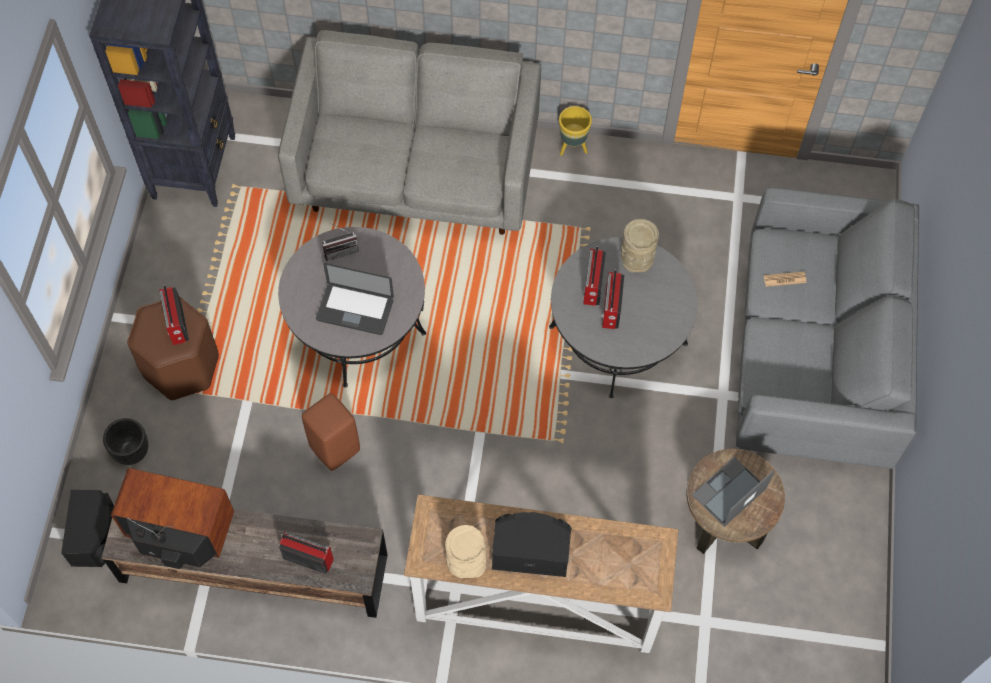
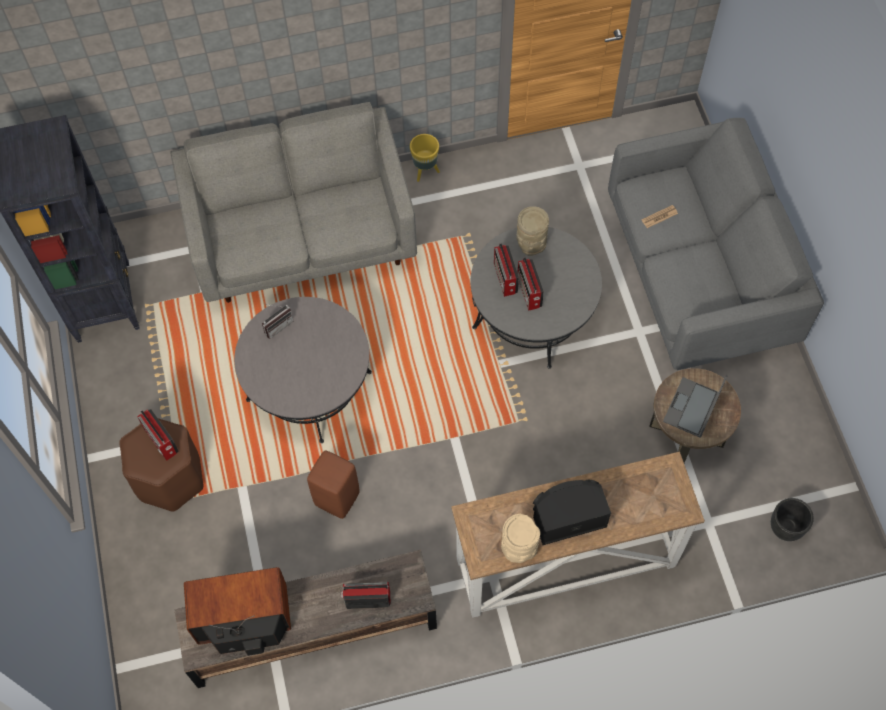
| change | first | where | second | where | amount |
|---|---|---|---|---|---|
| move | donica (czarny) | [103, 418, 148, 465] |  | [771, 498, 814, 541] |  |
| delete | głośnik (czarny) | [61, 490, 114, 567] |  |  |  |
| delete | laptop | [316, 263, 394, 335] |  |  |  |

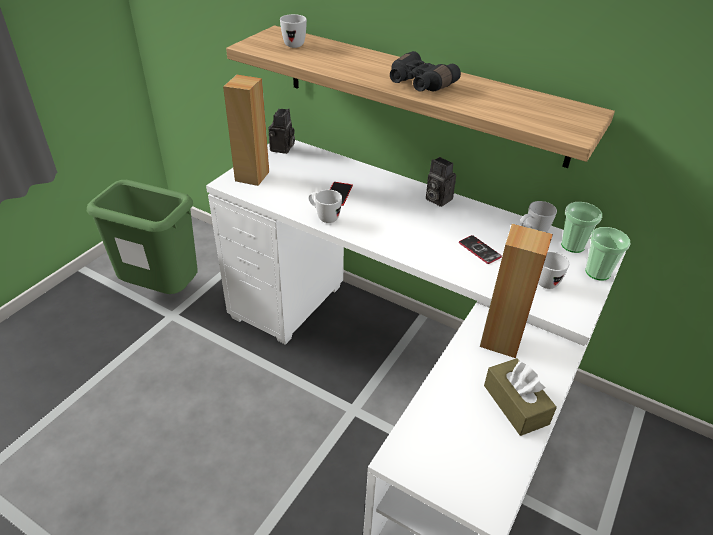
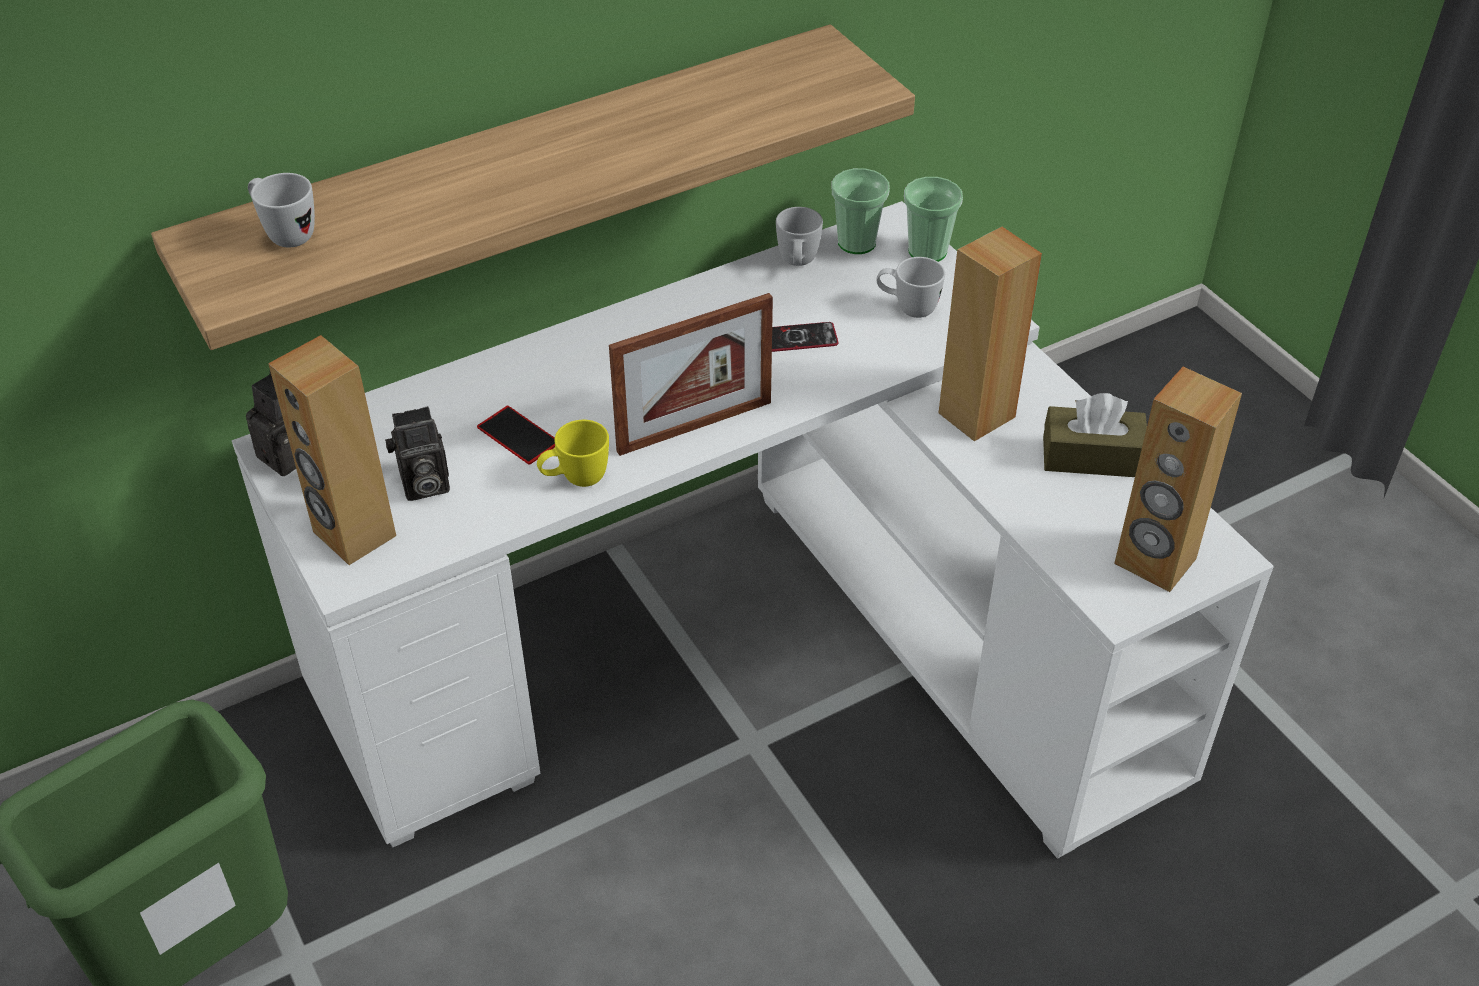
| change | first | where | second | where | amount |
|---|---|---|---|---|---|
| move | aparat fotograficzny | [426, 157, 456, 207] |  | [385, 406, 450, 501] |  |
| recolor | kubek (biały) | [309, 190, 342, 223] | kubek (żółty) | [537, 420, 609, 487] |  |
| insert |  |  | ramka na zdjęcie | [609, 293, 773, 456] |  |
| insert |  |  | głośnik (brązowy) | [1114, 367, 1242, 592] |  |
| delete | lornetka (czarny) | [390, 51, 461, 91] |  |  |  |

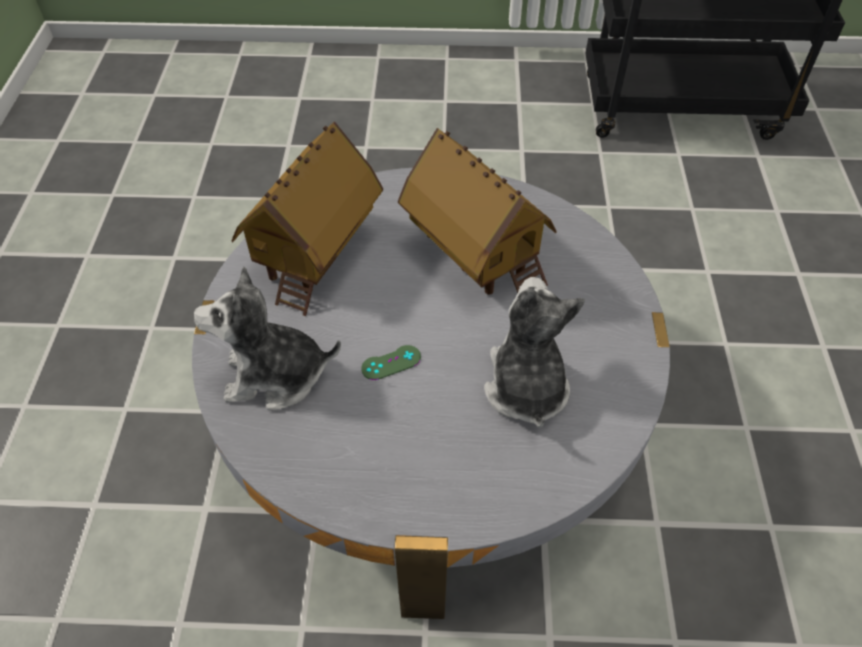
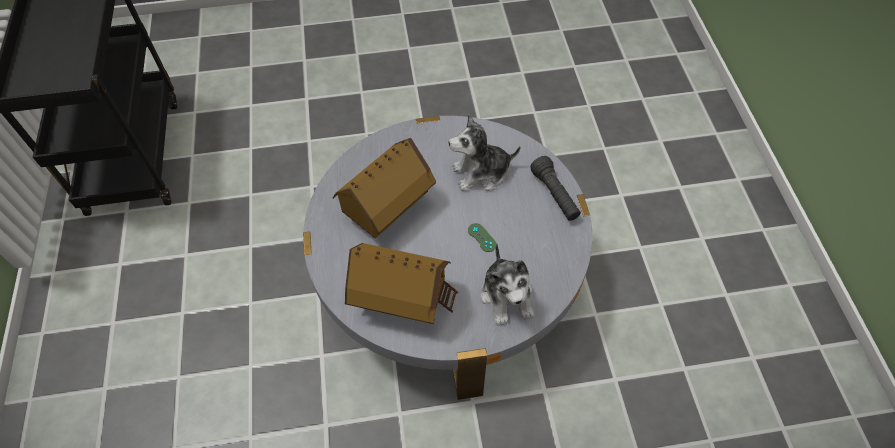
| change | first | where | second | where | amount |
|---|---|---|---|---|---|
| insert |  |  | latarka (czarny) | [530, 156, 581, 221] |  |

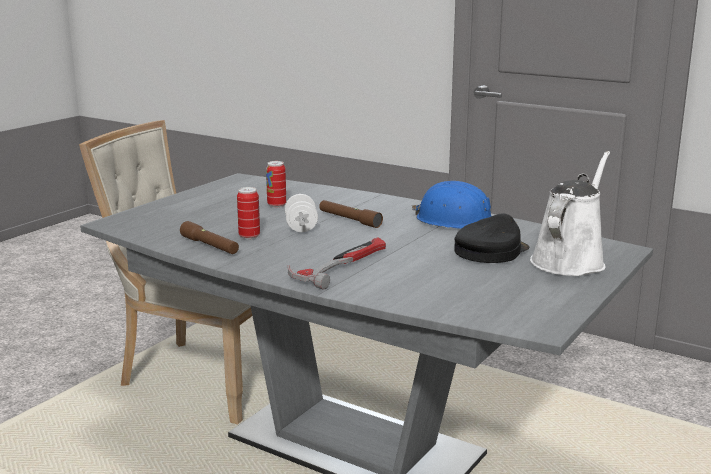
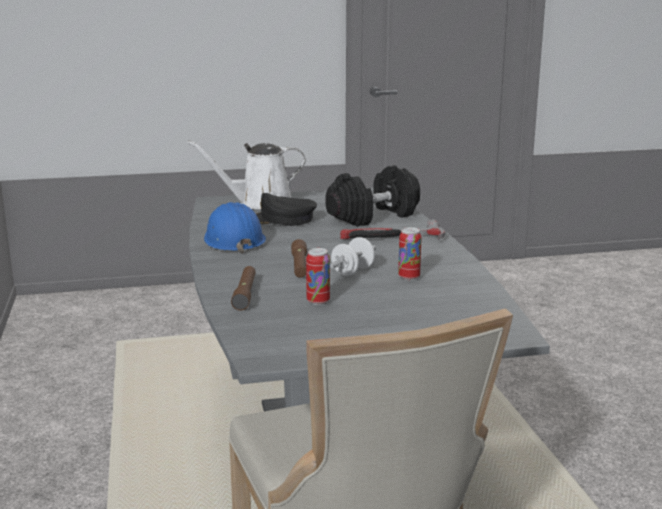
| change | first | where | second | where | amount |
|---|---|---|---|---|---|
| move | latarka (brązowy) | [180, 221, 239, 254] |  | [231, 266, 256, 310] |  |
| insert |  |  | hantel (czarny) | [325, 165, 420, 227] |  |

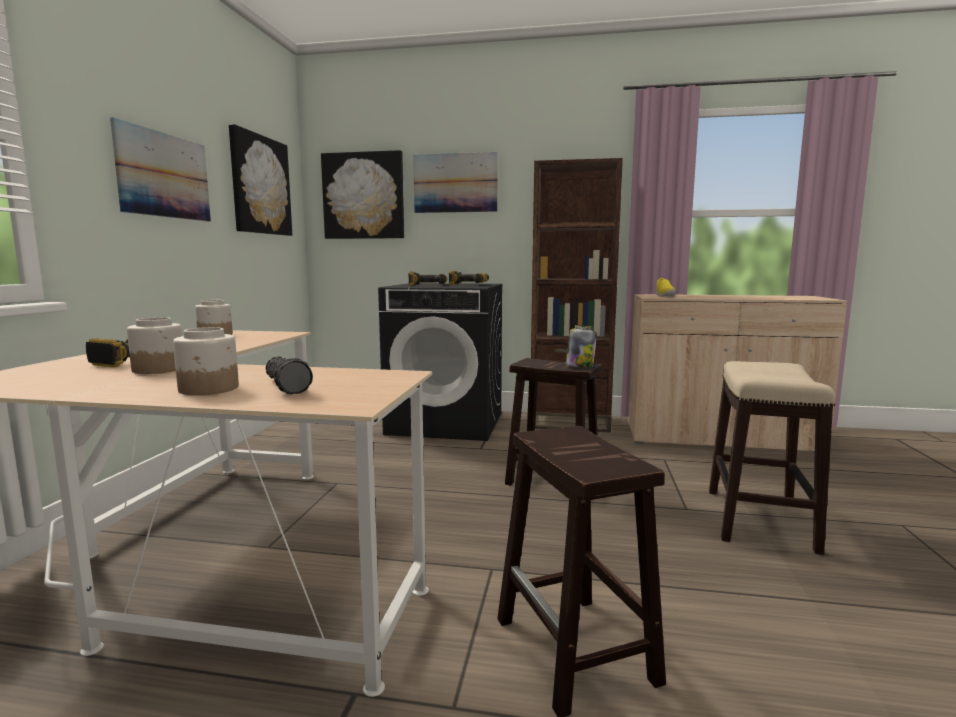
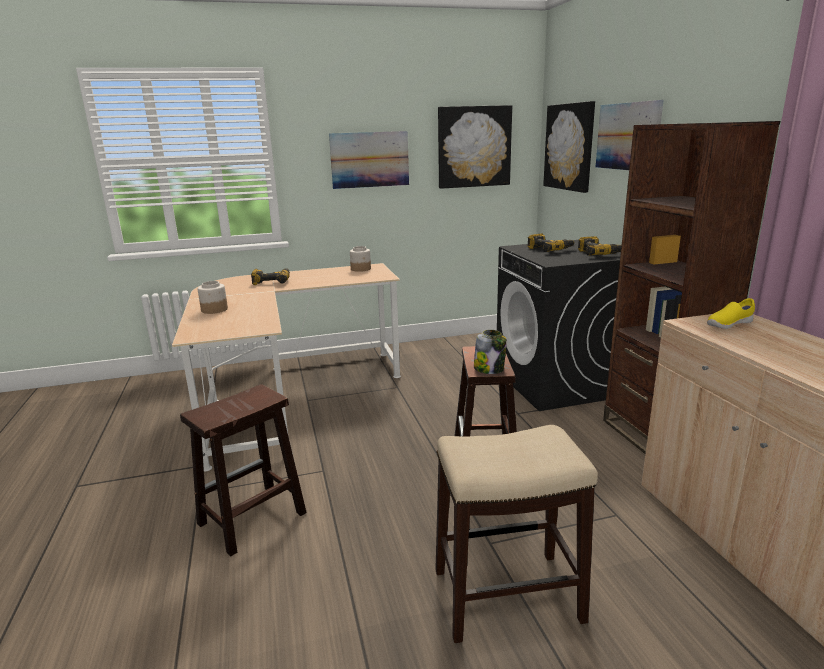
| change | first | where | second | where | amount |
|---|---|---|---|---|---|
| delete | słoik | [127, 317, 182, 374] |  |  |  |
| delete | latarka | [266, 357, 313, 394] |  |  |  |

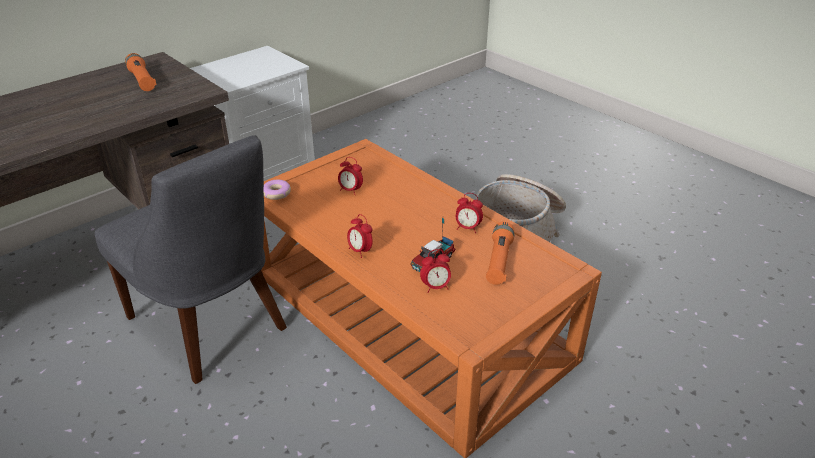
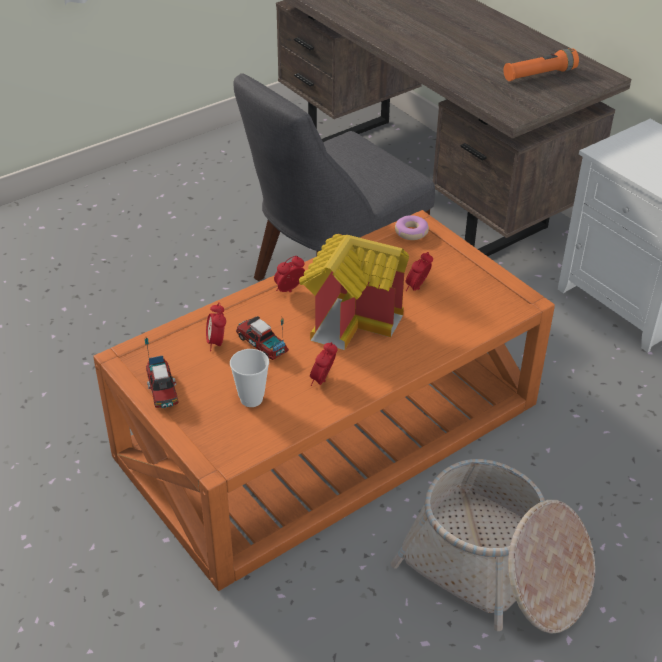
| change | first | where | second | where | amount |
|---|---|---|---|---|---|
| insert |  |  | ciężarówka zabawkowa | [145, 338, 178, 408] |  |
| replace | latarka (pomarańczowy) | [486, 222, 514, 285] | filiżanka | [230, 349, 269, 407] |  |
| insert |  |  | domek | [299, 234, 409, 350] |  |

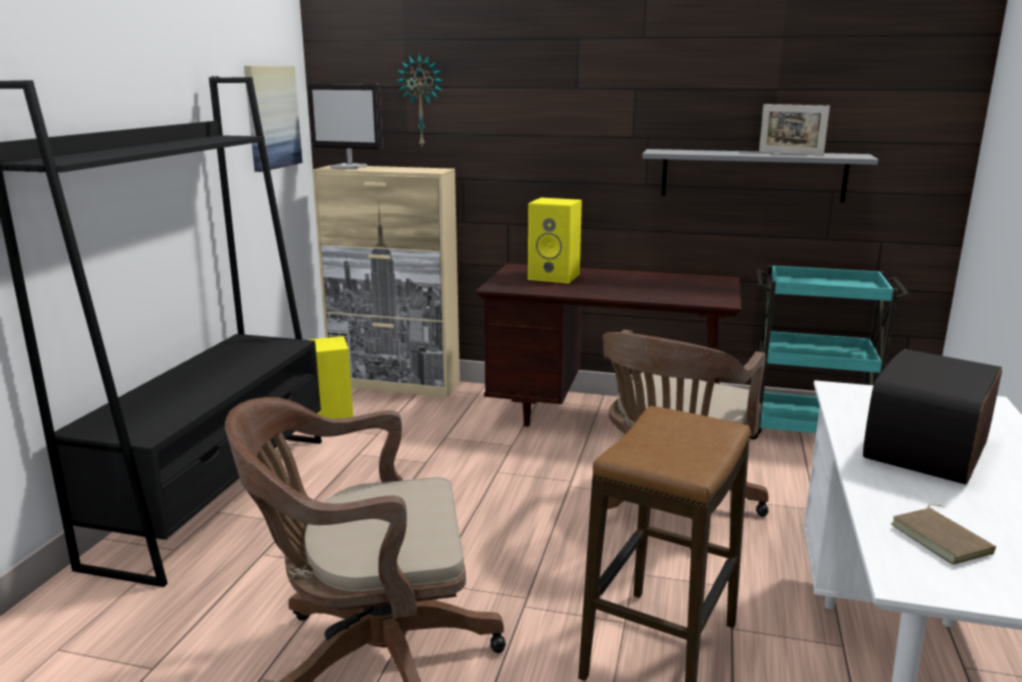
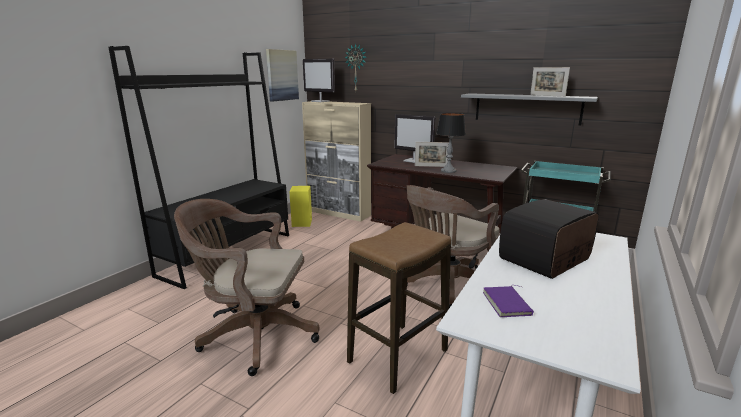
| change | first | where | second | where | amount |
|---|---|---|---|---|---|
| replace | głośnik (żółty) | [528, 198, 582, 283] | monitor | [394, 114, 436, 163] |  |
| insert |  |  | ramka na zdjęcie | [415, 142, 449, 167] |  |
| insert |  |  | lampa stołowa | [436, 113, 466, 173] |  |
| recolor | książka (brązowy) | [891, 504, 996, 565] | książka (fioletowy) | [483, 285, 534, 317] |  |

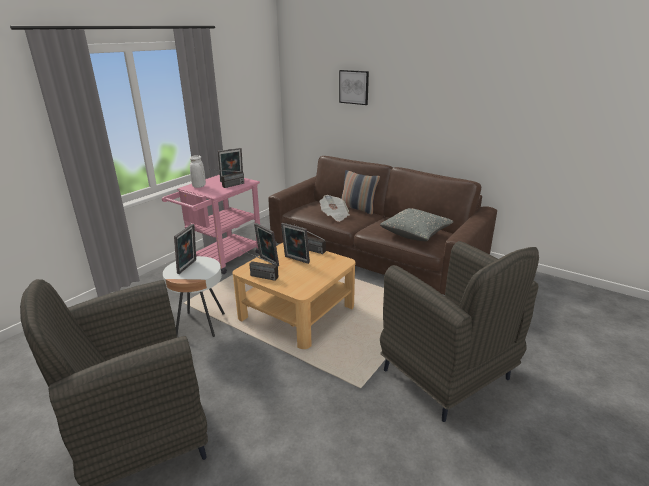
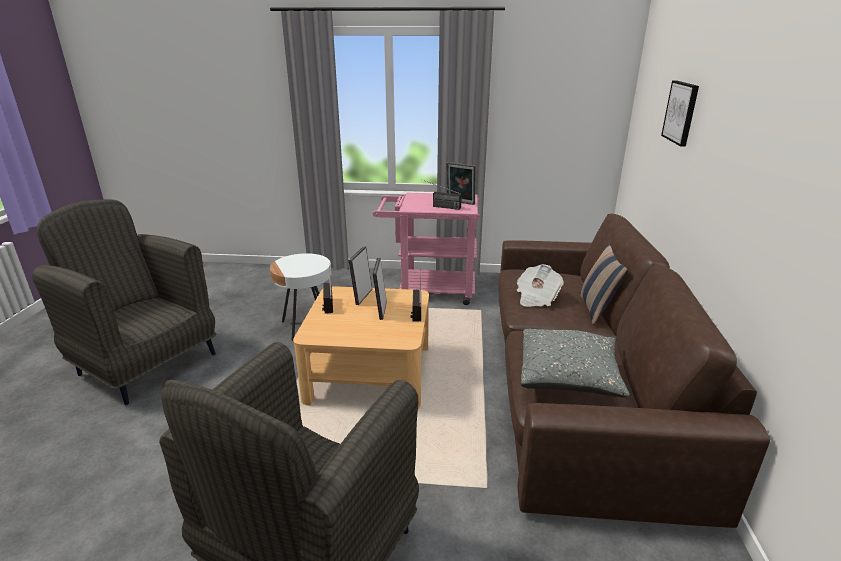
| change | first | where | second | where | amount |
|---|---|---|---|---|---|
| delete | ramka na zdjęcie | [174, 224, 196, 274] |  |  |  |
| delete | wazon (biały) | [190, 155, 206, 188] |  |  |  |

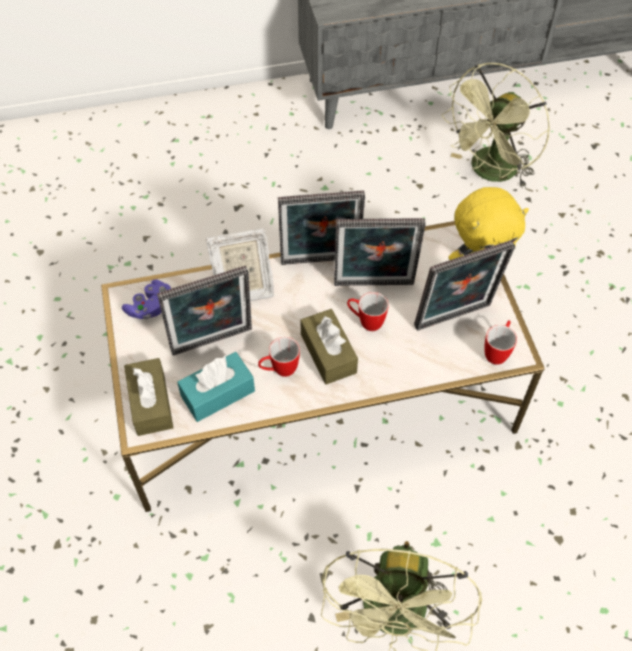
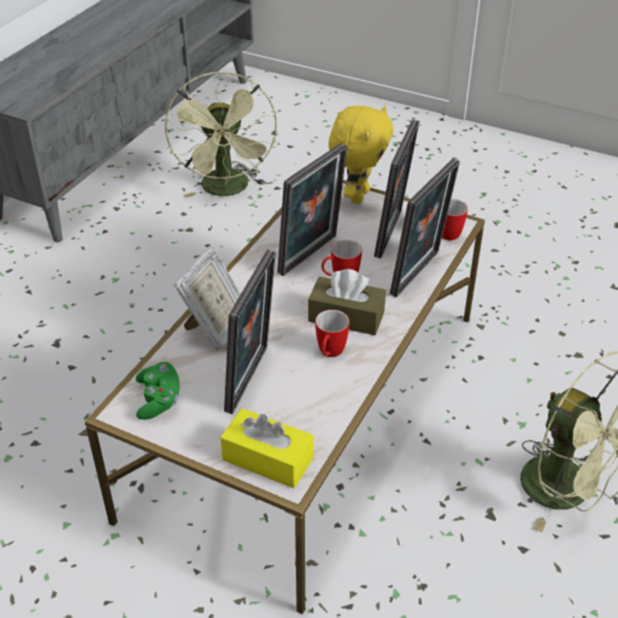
| change | first | where | second | where | amount |
|---|---|---|---|---|---|
| recolor | pad do gier (fioletowy) | [122, 279, 171, 319] | pad do gier (zielony) | [136, 362, 180, 420] |  |
| recolor | pudełko chusteczek (brązowy) | [124, 358, 173, 436] | pudełko chusteczek (żółty) | [220, 408, 314, 488] |  |
| move | ramka na zdjęcie | [278, 191, 365, 265] |  | [390, 159, 460, 297] |  |
| delete | pudełko chusteczek (turkusowy) | [177, 352, 255, 422] |  |  |  |

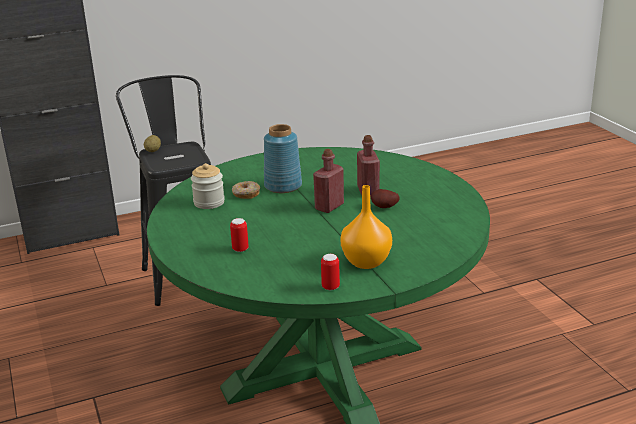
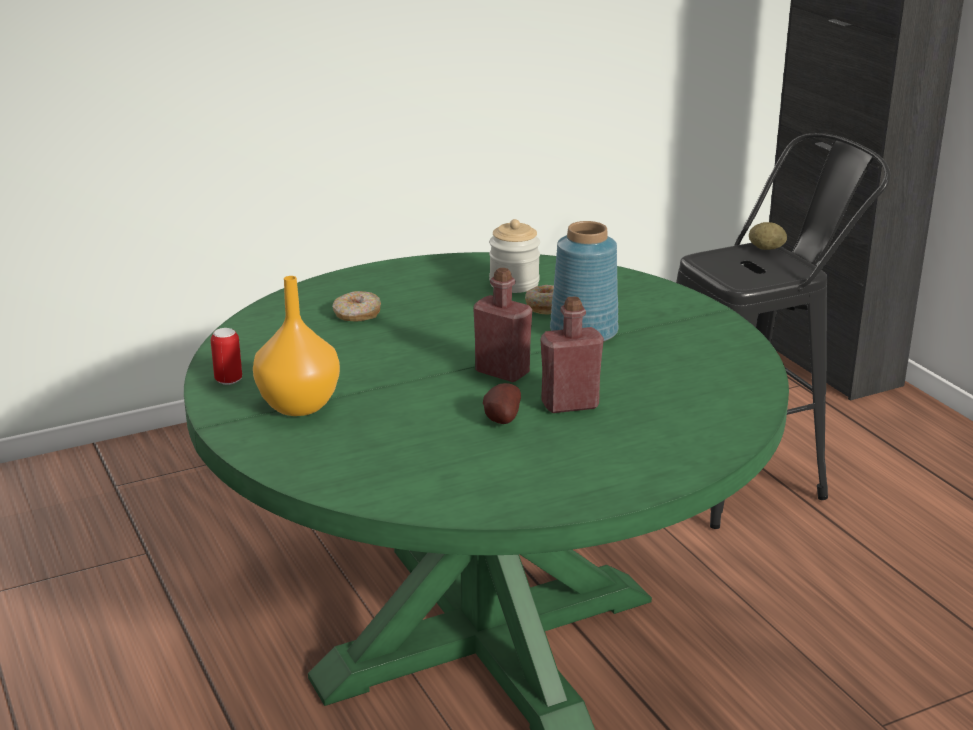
| change | first | where | second | where | amount |
|---|---|---|---|---|---|
| replace | puszka | [230, 218, 249, 252] | donut | [332, 291, 381, 322] |  |

